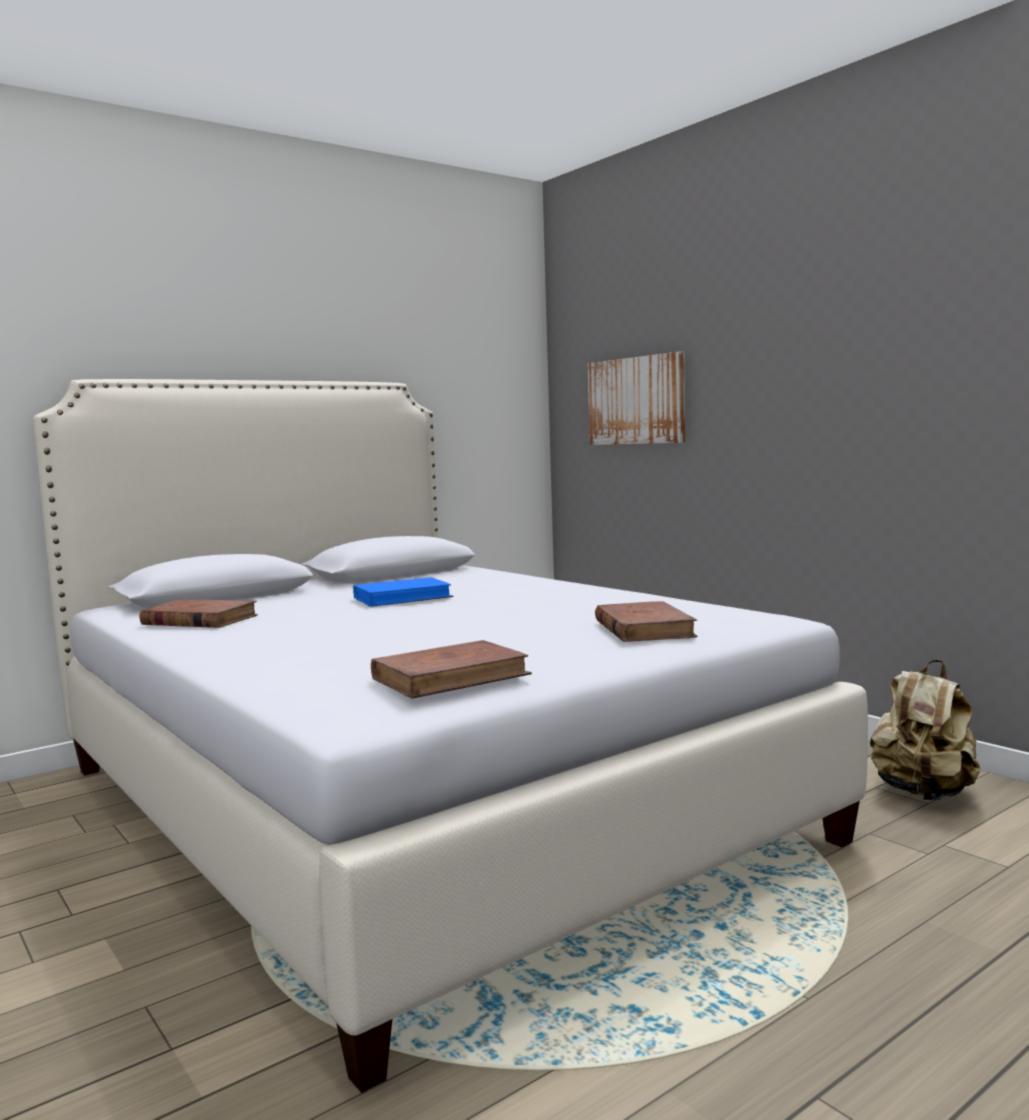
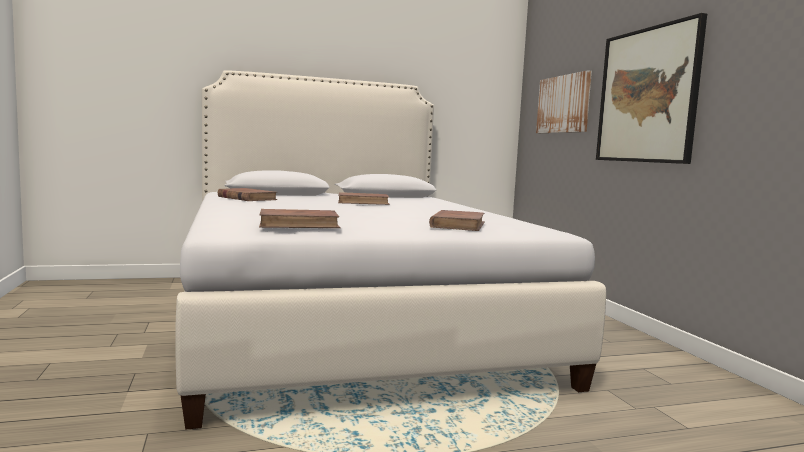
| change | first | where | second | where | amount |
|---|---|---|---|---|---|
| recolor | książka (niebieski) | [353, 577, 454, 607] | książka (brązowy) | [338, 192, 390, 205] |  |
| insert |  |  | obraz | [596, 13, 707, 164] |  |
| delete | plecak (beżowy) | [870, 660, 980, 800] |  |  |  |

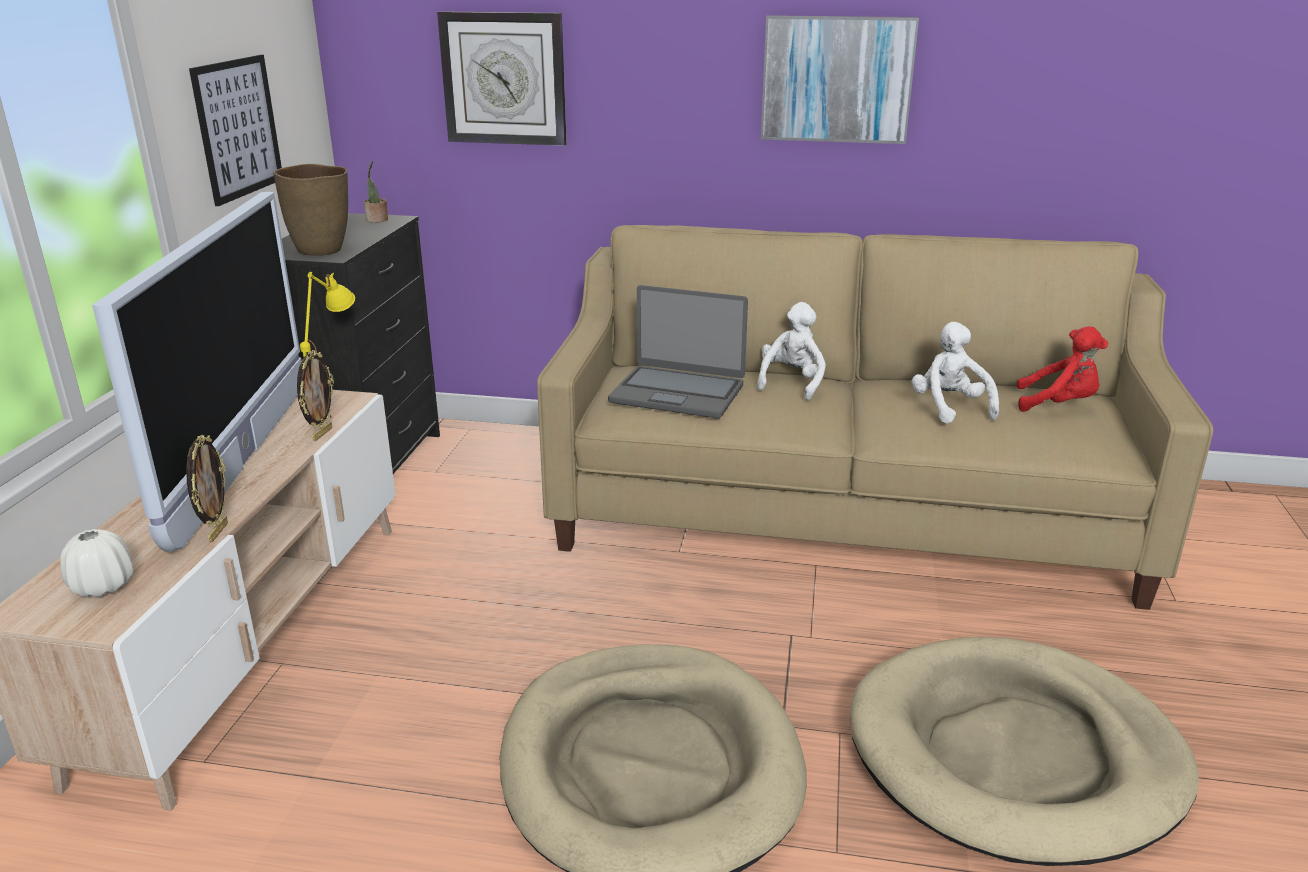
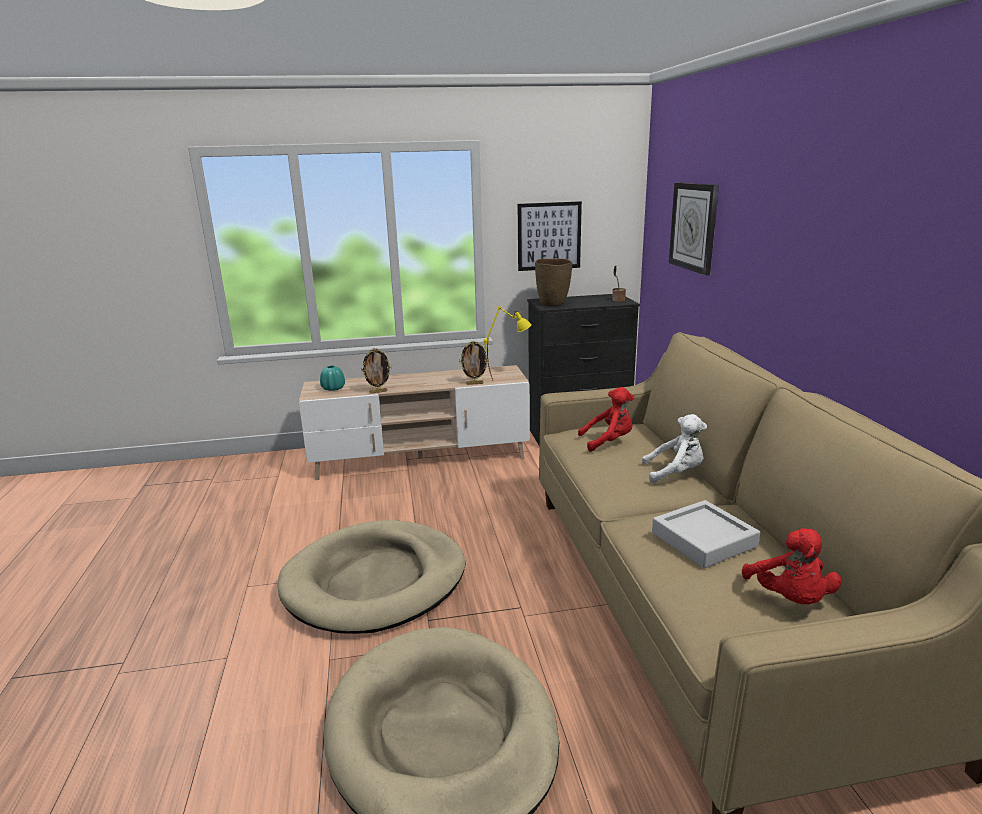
| change | first | where | second | where | amount |
|---|---|---|---|---|---|
| recolor | wazon (biały) | [60, 529, 133, 597] | wazon (turkusowy) | [320, 366, 345, 391] |  |
| replace | laptop | [608, 285, 748, 418] | pluszak (czerwony) | [578, 387, 634, 452] |  |
| replace | pluszak (biały) | [911, 322, 999, 424] | taca (szary) | [652, 500, 760, 568] |  |
| delete | telewizor | [92, 192, 302, 552] |  |  |  |
| delete | obraz | [761, 15, 919, 144] |  |  |  |

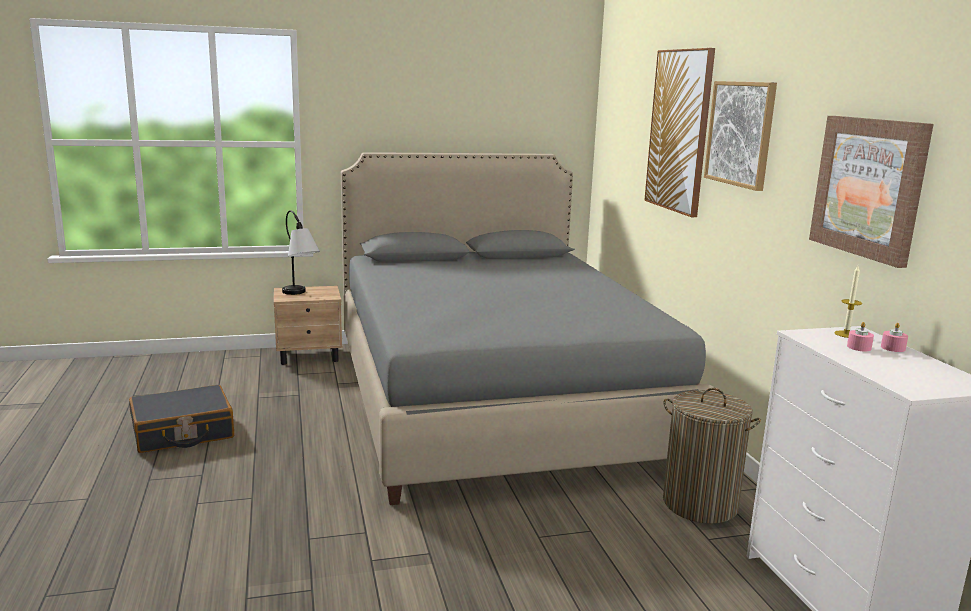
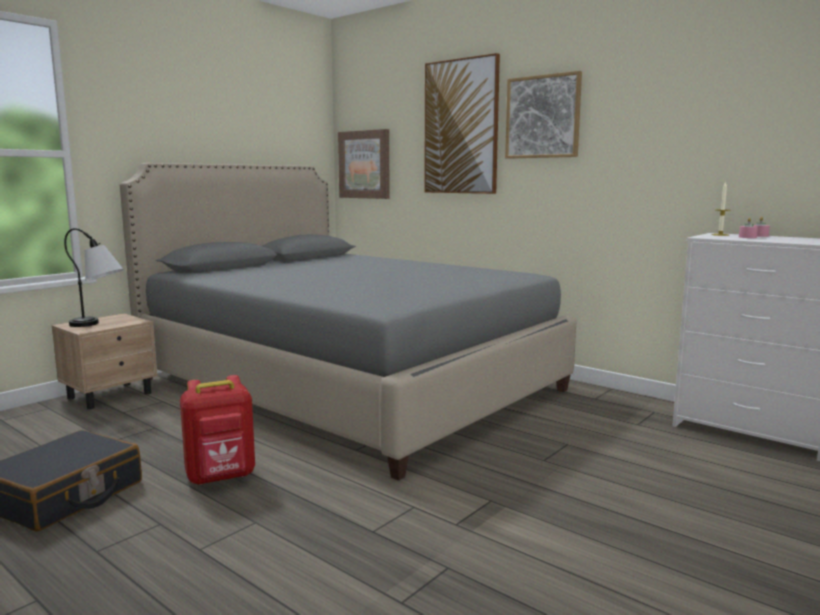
| change | first | where | second | where | amount |
|---|---|---|---|---|---|
| insert |  |  | plecak (czerwony) | [180, 375, 255, 485] |  |
| move | obraz | [809, 116, 934, 268] |  | [338, 129, 390, 199] |  |
| delete | kosz na pranie | [663, 388, 761, 524] |  |  |  |

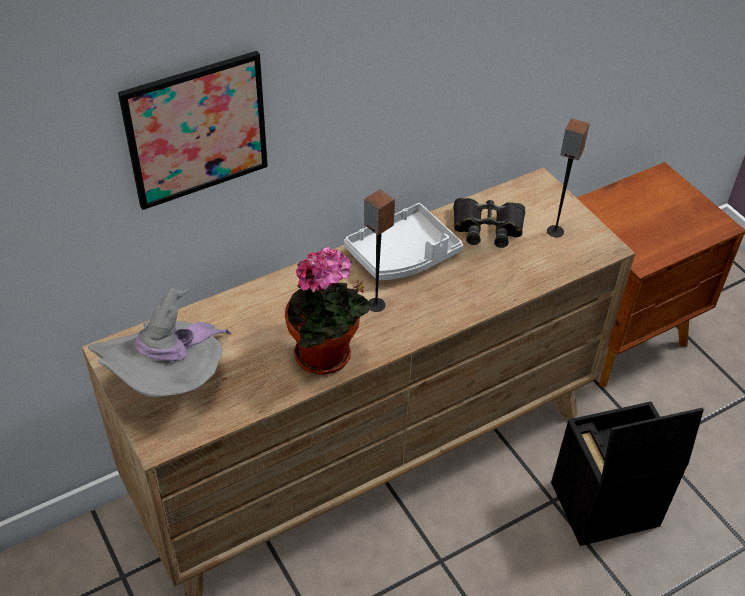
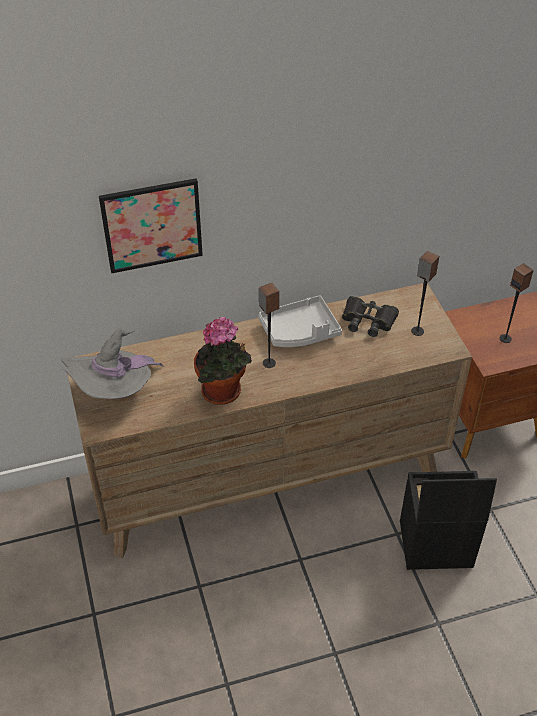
| change | first | where | second | where | amount |
|---|---|---|---|---|---|
| insert |  |  | głośnik | [500, 263, 534, 343] |  |

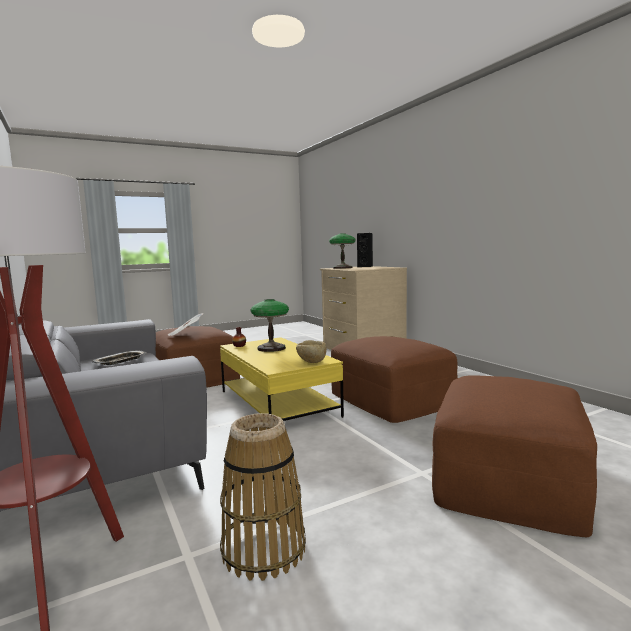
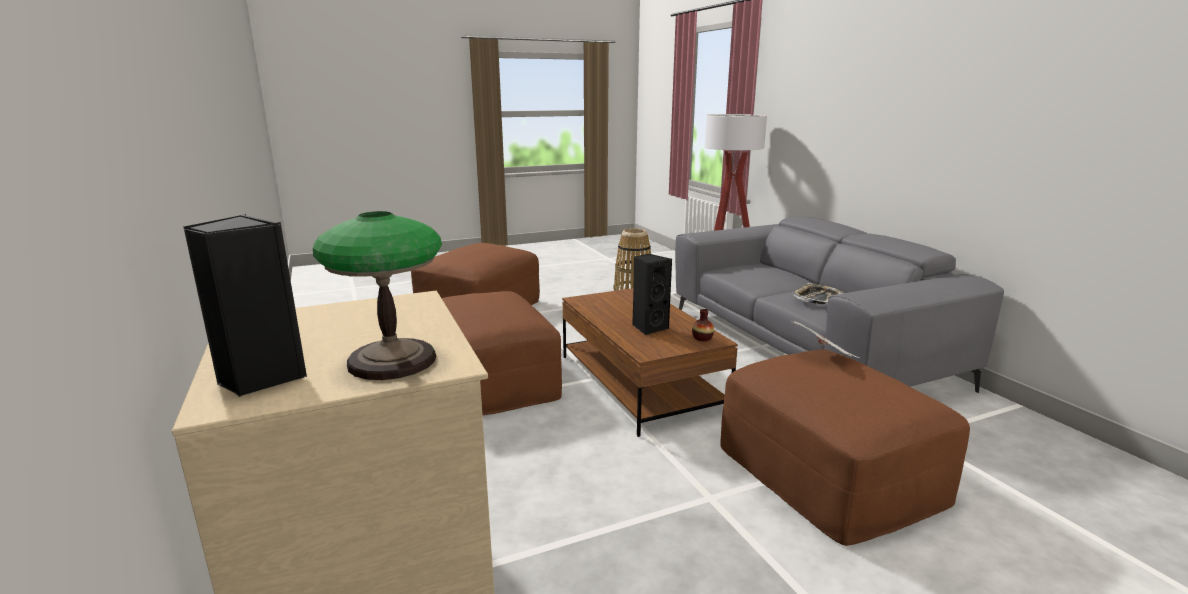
| change | first | where | second | where | amount |
|---|---|---|---|---|---|
| recolor | ława (żółty) | [220, 337, 344, 421] | ława (brązowy) | [562, 288, 738, 437] |  |
| replace | lampa stołowa | [251, 299, 289, 352] | głośnik (czarny) | [632, 254, 672, 335] |  |
| delete | miska (beżowy) | [296, 340, 327, 363] |  |  |  |

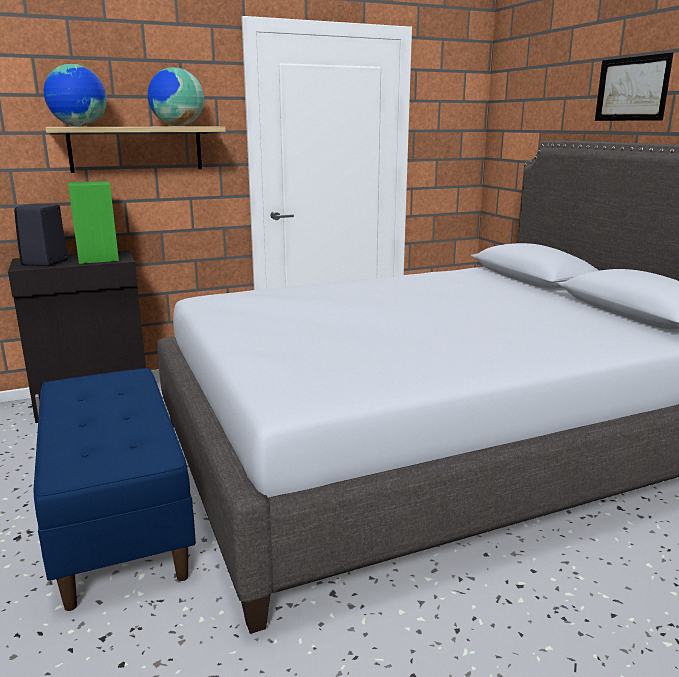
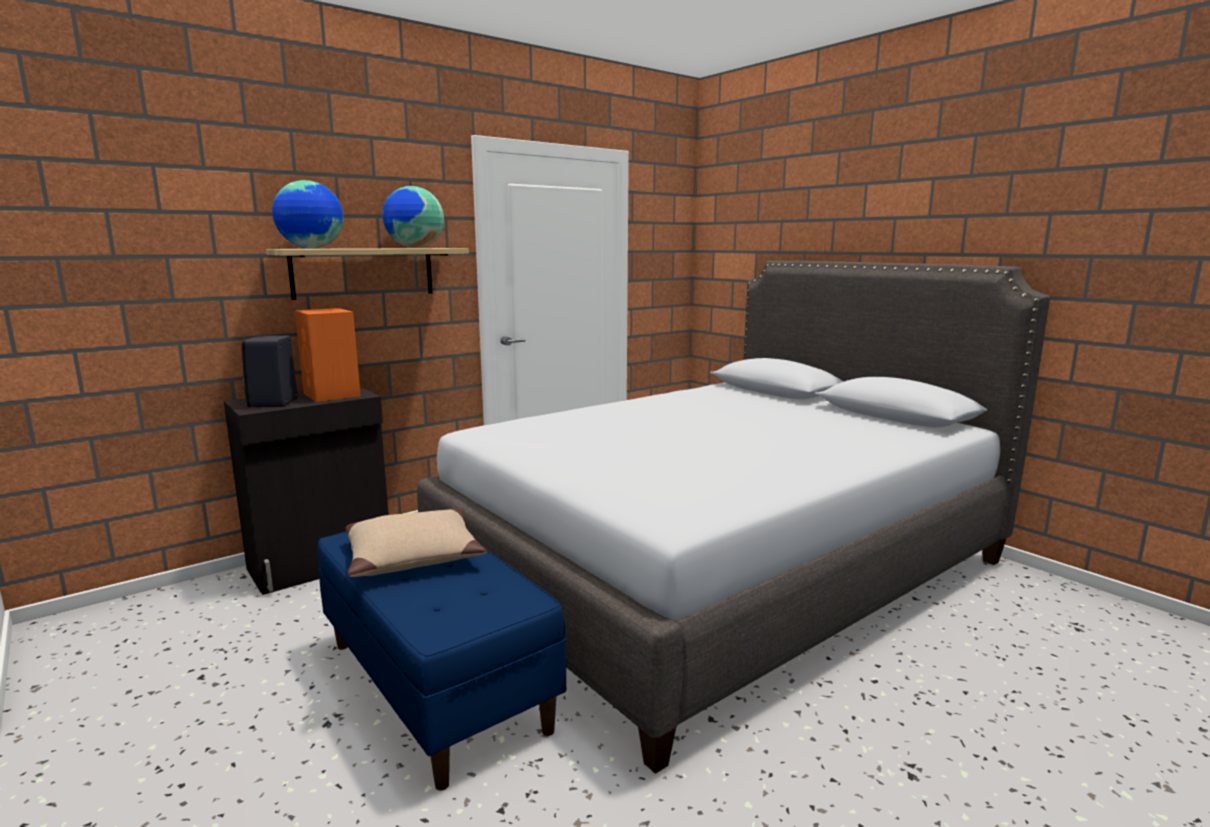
| change | first | where | second | where | amount |
|---|---|---|---|---|---|
| recolor | głośnik (zielony) | [68, 181, 119, 264] | głośnik (pomarańczowy) | [295, 308, 361, 402] |  |
| insert |  |  | poduszka (beżowy) | [346, 508, 487, 577] |  |
| delete | obraz | [595, 52, 673, 121] |  |  |  |

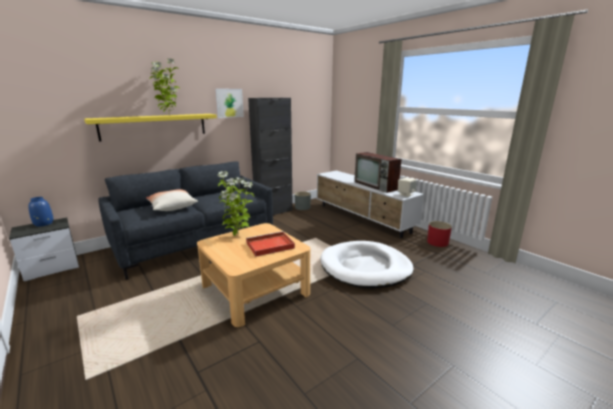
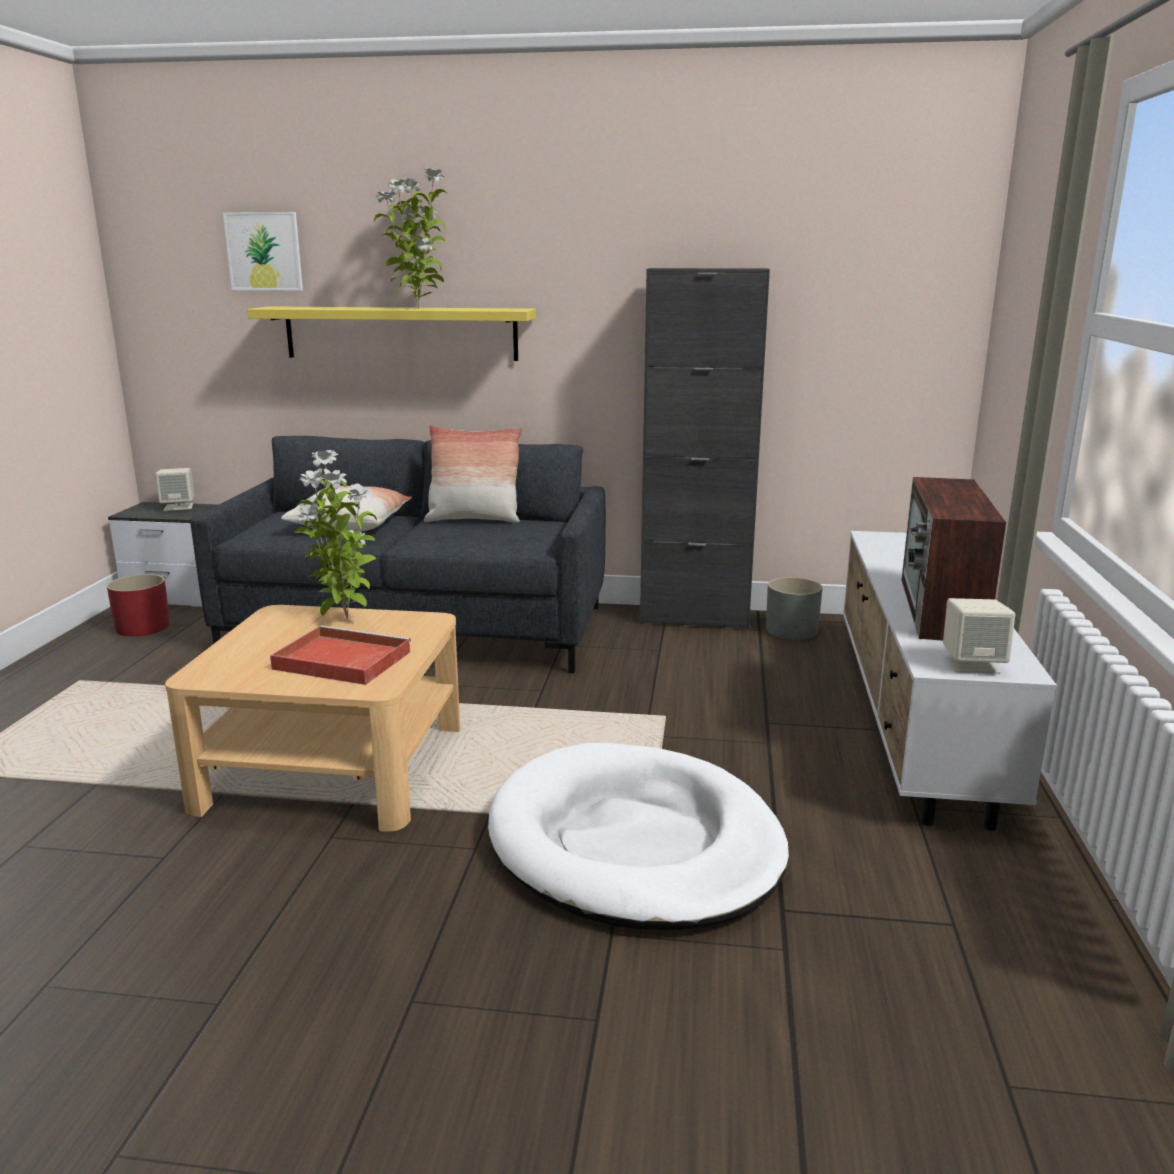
| change | first | where | second | where | amount |
|---|---|---|---|---|---|
| move | donica (czerwony) | [427, 221, 452, 247] |  | [107, 574, 170, 636] |  |
| replace | wazon (niebieski) | [28, 197, 53, 227] | głośnik (beżowy) | [155, 468, 195, 511] |  |
| move | obraz | [215, 89, 244, 118] |  | [223, 212, 303, 291] |  |
| insert |  |  | poduszka | [424, 425, 522, 523] |  |

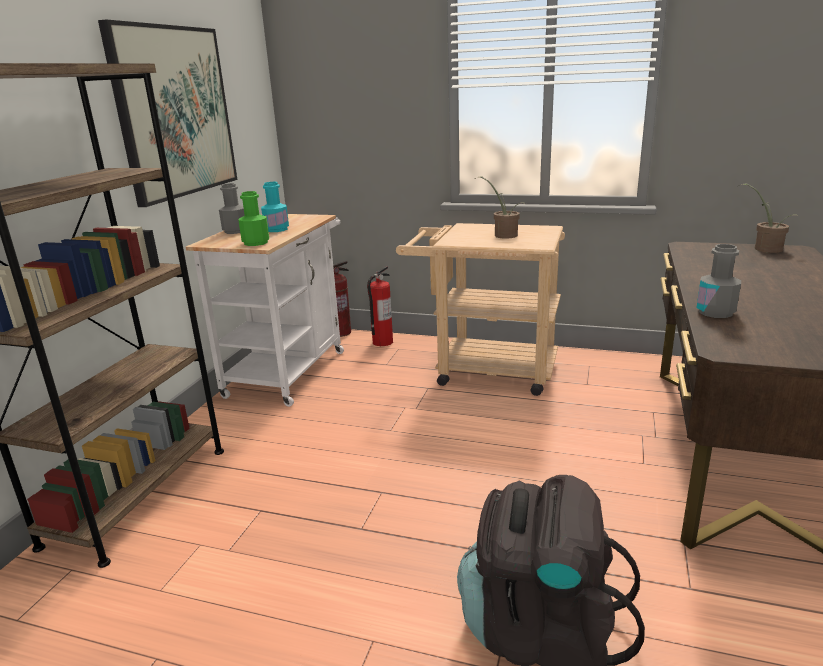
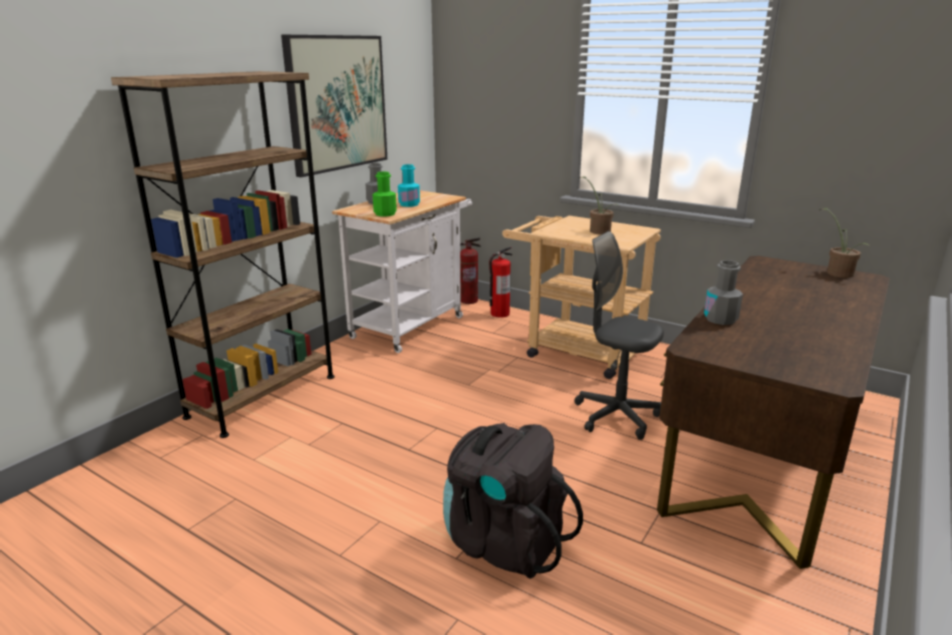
| change | first | where | second | where | amount |
|---|---|---|---|---|---|
| insert |  |  | krzesło biurowe (szary) | [574, 231, 664, 440] |  |

